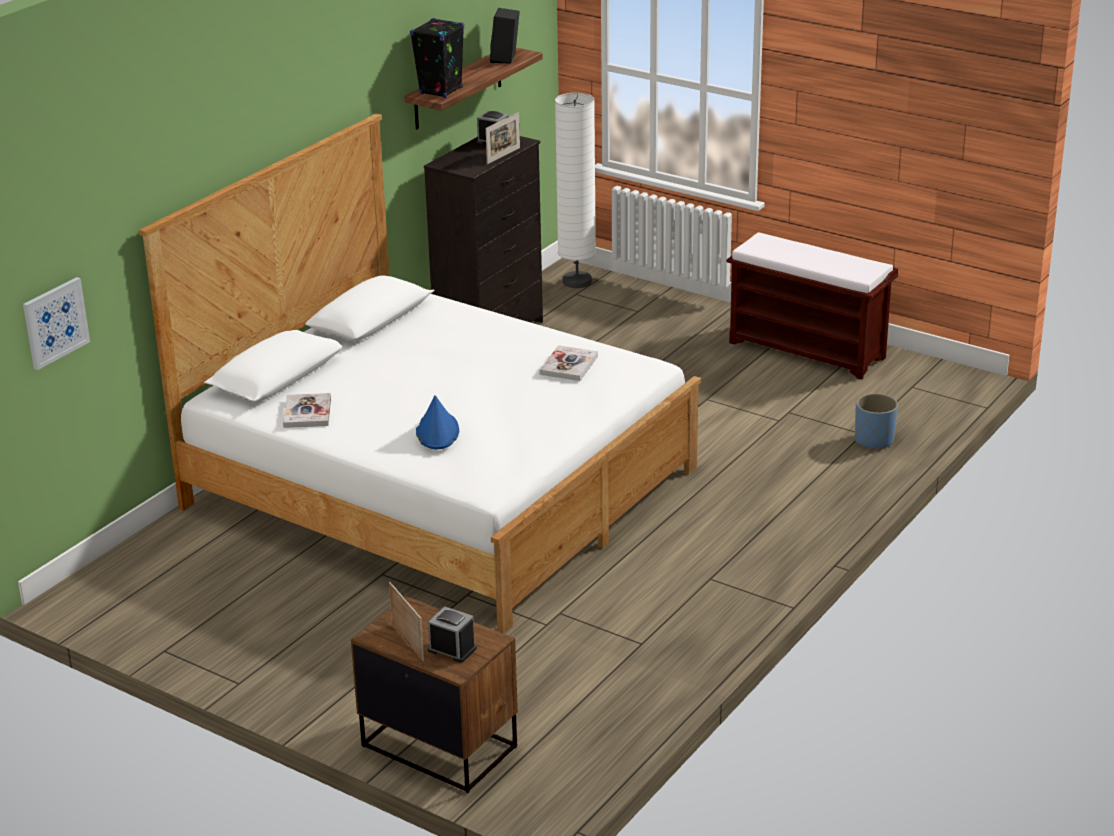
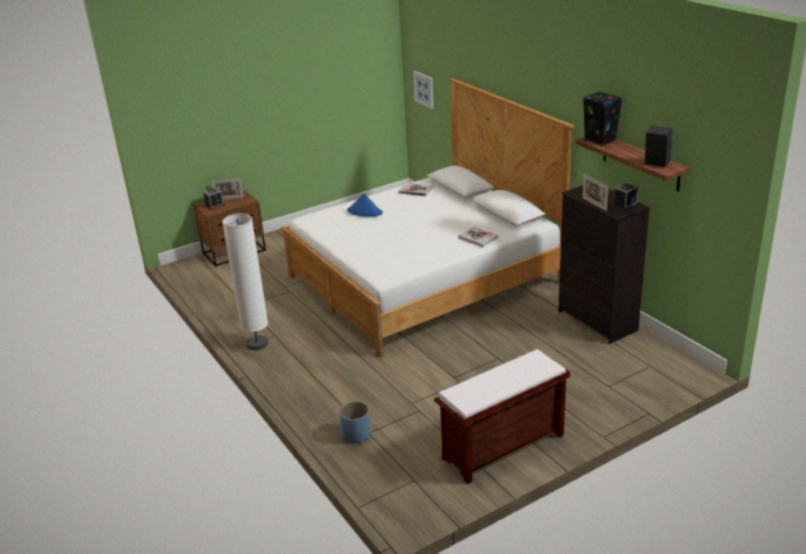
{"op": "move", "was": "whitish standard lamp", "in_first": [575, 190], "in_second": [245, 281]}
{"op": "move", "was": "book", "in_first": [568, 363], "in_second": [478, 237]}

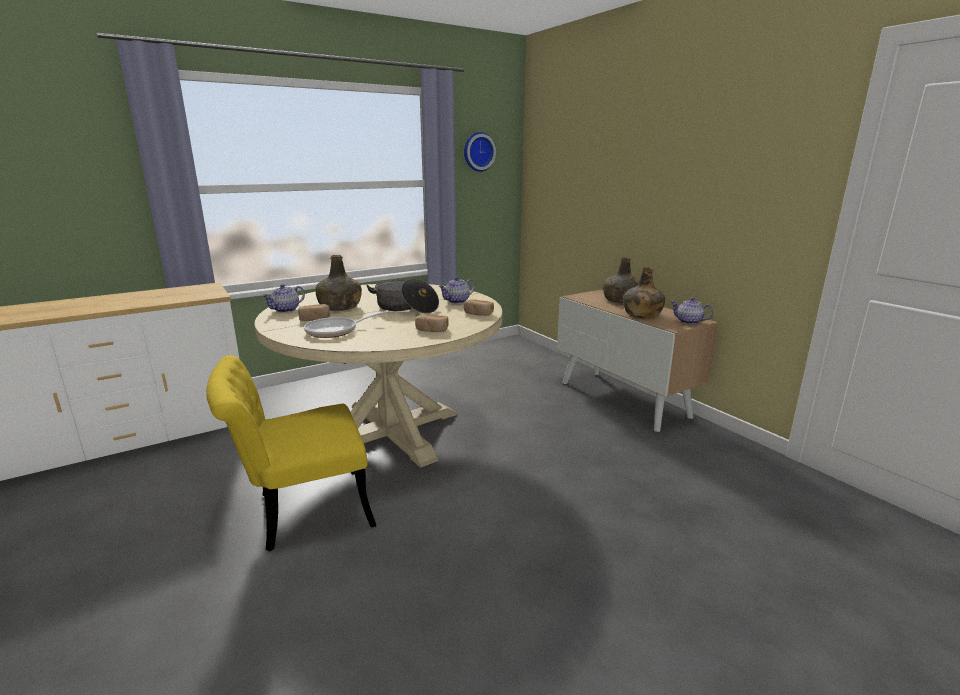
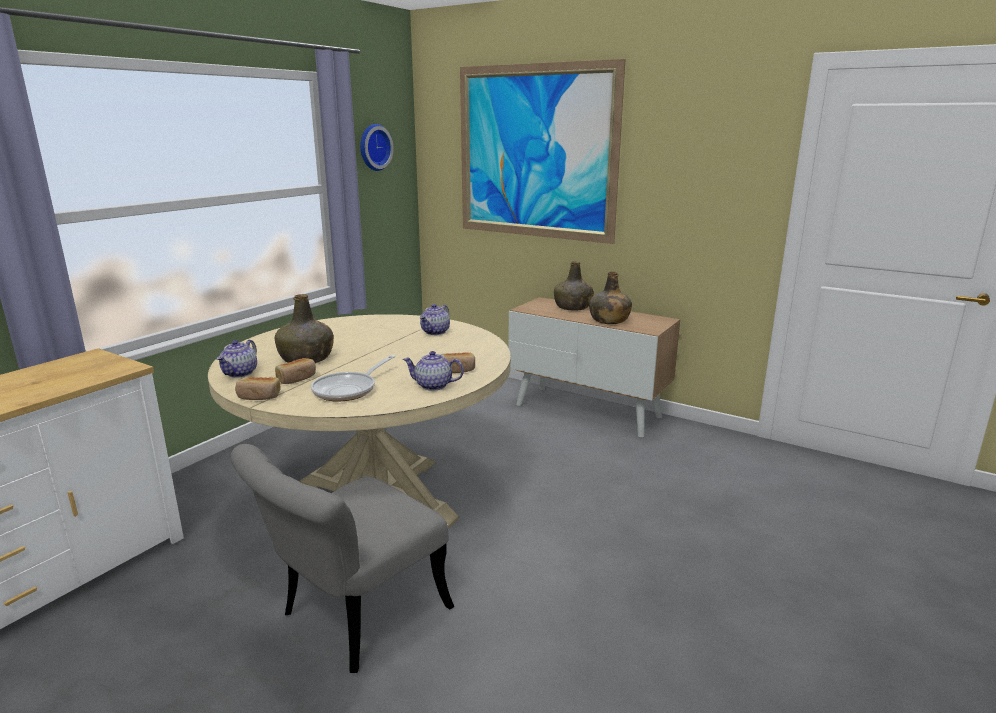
{"op": "recolor", "was": "yellow plain chair", "now": "grey plain chair", "in_first": [291, 453], "in_second": [342, 558]}
{"op": "move", "was": "bread", "in_first": [479, 307], "in_second": [258, 388]}
{"op": "move", "was": "teapot", "in_first": [692, 311], "in_second": [433, 371]}
{"op": "insert", "now": "picture", "in_second": [542, 151]}
{"op": "delete", "was": "stockpot", "in_first": [402, 296]}

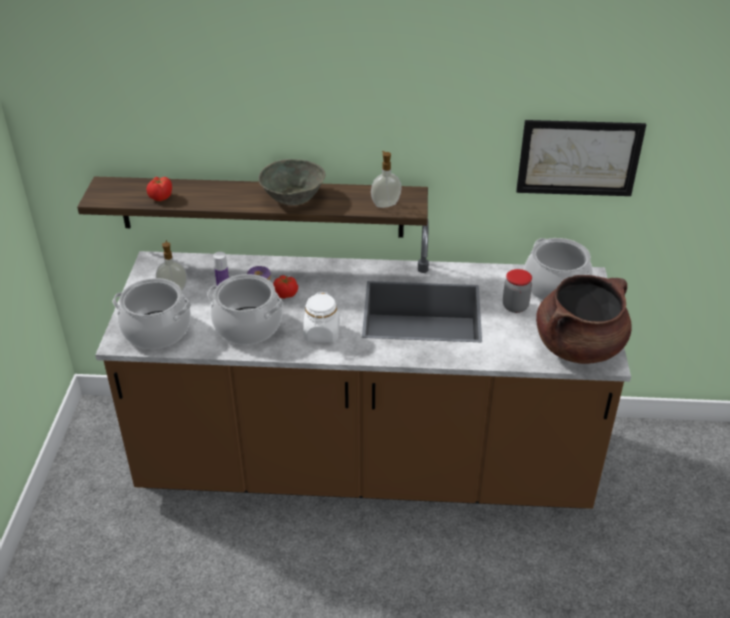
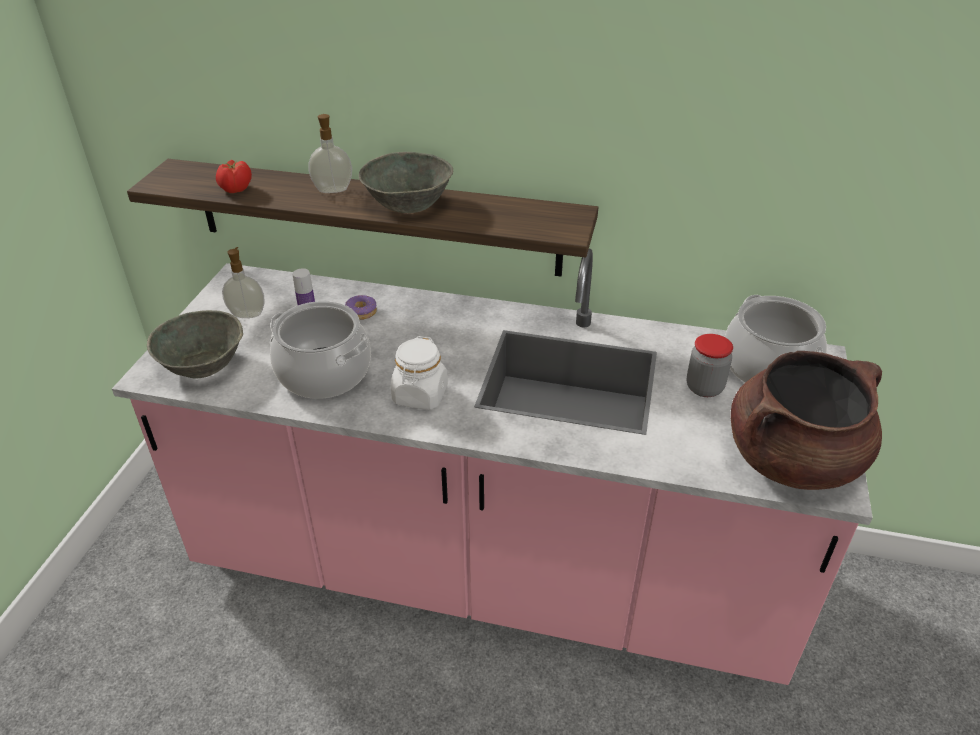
{"op": "recolor", "was": "brownish kitchen counter", "now": "pink kitchen counter", "in_first": [363, 365], "in_second": [492, 466]}
{"op": "replace", "was": "stockpot", "now": "grey serving bowl", "in_first": [152, 313], "in_second": [195, 344]}
{"op": "move", "was": "soap dispenser", "in_first": [386, 179], "in_second": [330, 153]}
{"op": "delete", "was": "tomato", "in_first": [285, 287]}
{"op": "delete", "was": "picture", "in_first": [581, 158]}

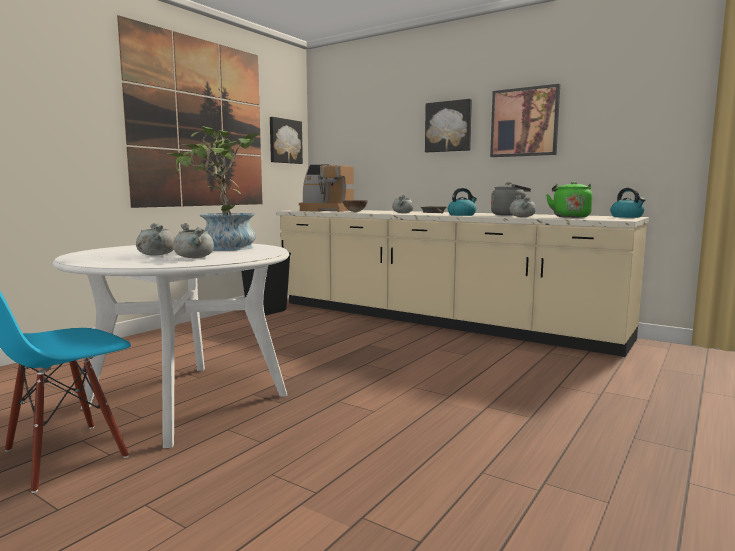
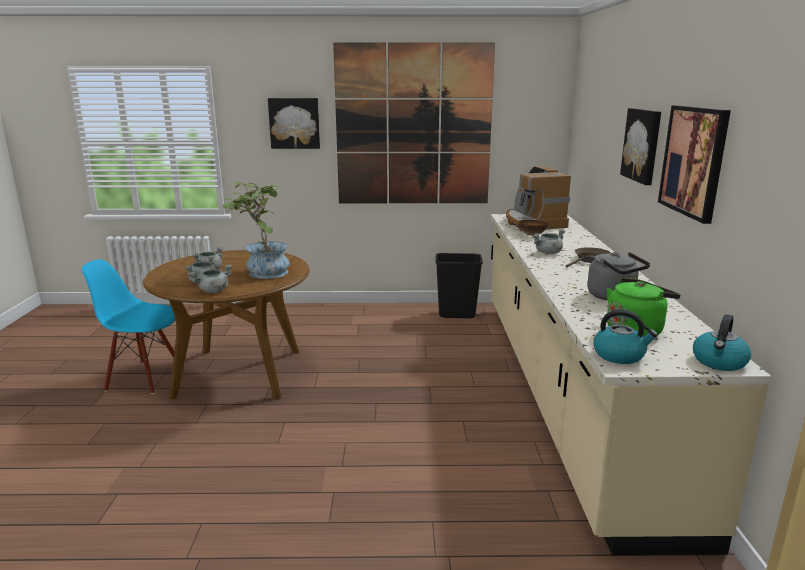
{"op": "recolor", "was": "whitish dinner table", "now": "brownish dinner table", "in_first": [171, 346], "in_second": [226, 325]}
{"op": "move", "was": "grey stockpot", "in_first": [522, 206], "in_second": [210, 279]}
{"op": "move", "was": "picture", "in_first": [286, 140], "in_second": [294, 123]}
{"op": "move", "was": "water kettle", "in_first": [462, 202], "in_second": [625, 336]}

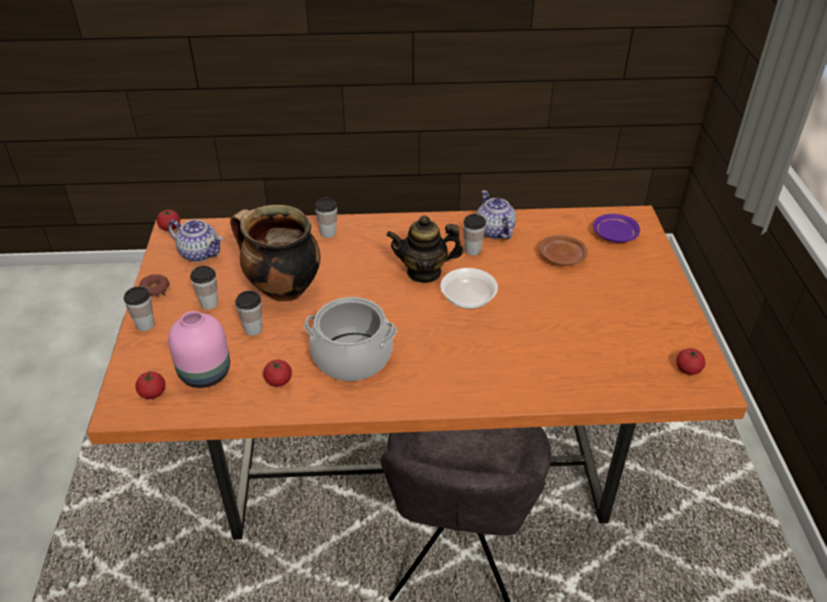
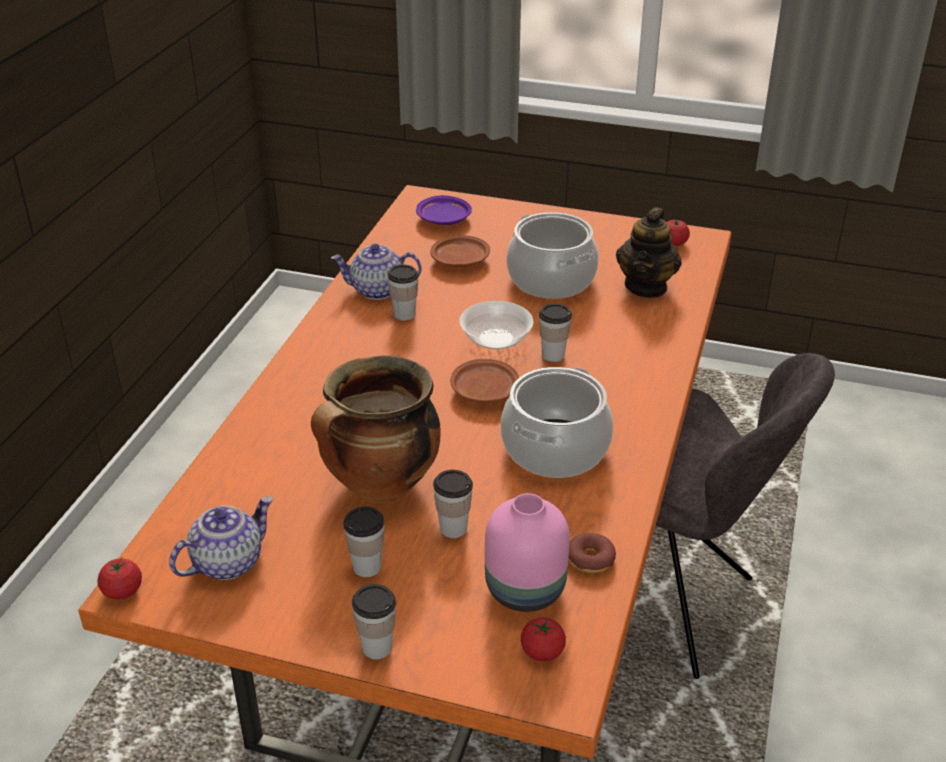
{"op": "insert", "now": "brownish plate", "in_second": [484, 381]}
{"op": "insert", "now": "stockpot", "in_second": [552, 255]}
{"op": "move", "was": "cup", "in_first": [326, 218], "in_second": [555, 333]}
{"op": "move", "was": "donut", "in_first": [154, 285], "in_second": [592, 553]}
{"op": "move", "was": "teapot", "in_first": [424, 249], "in_second": [649, 252]}
{"op": "delete", "was": "tomato", "in_first": [277, 373]}

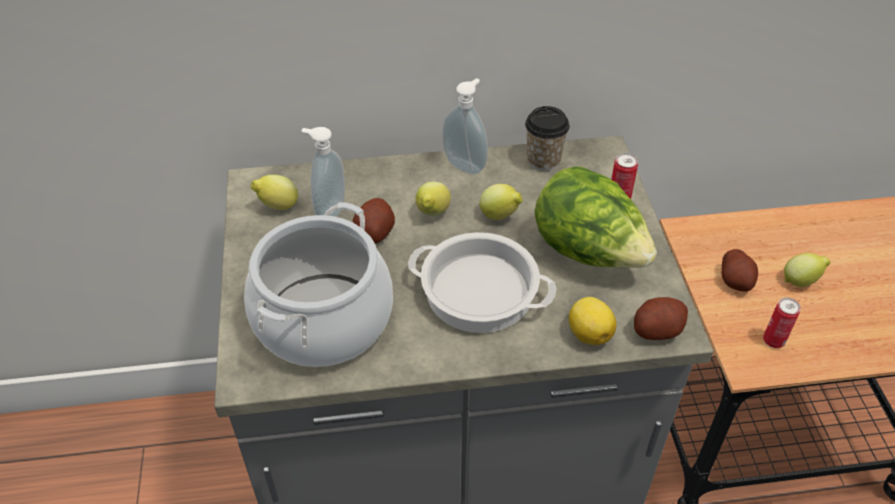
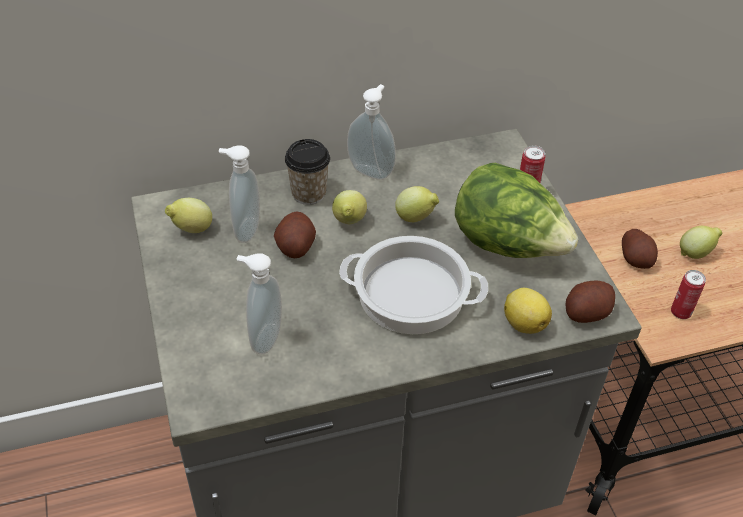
{"op": "replace", "was": "stockpot", "now": "soap dispenser", "in_first": [318, 285], "in_second": [259, 304]}
{"op": "move", "was": "cup", "in_first": [547, 138], "in_second": [307, 172]}

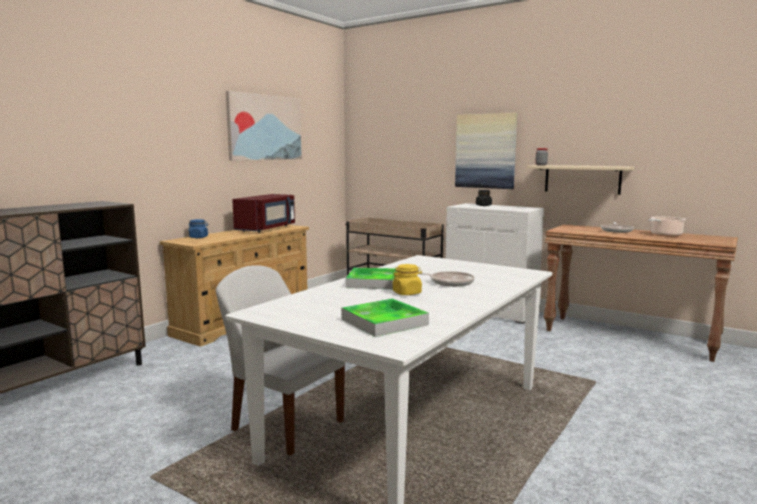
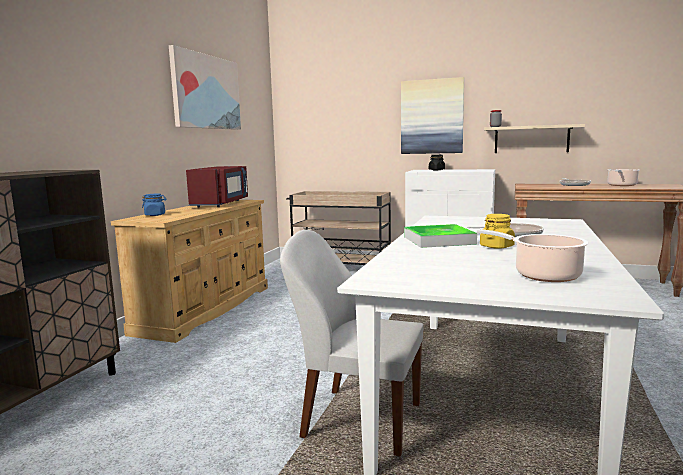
{"op": "replace", "was": "tray", "now": "stockpot", "in_first": [385, 317], "in_second": [533, 255]}

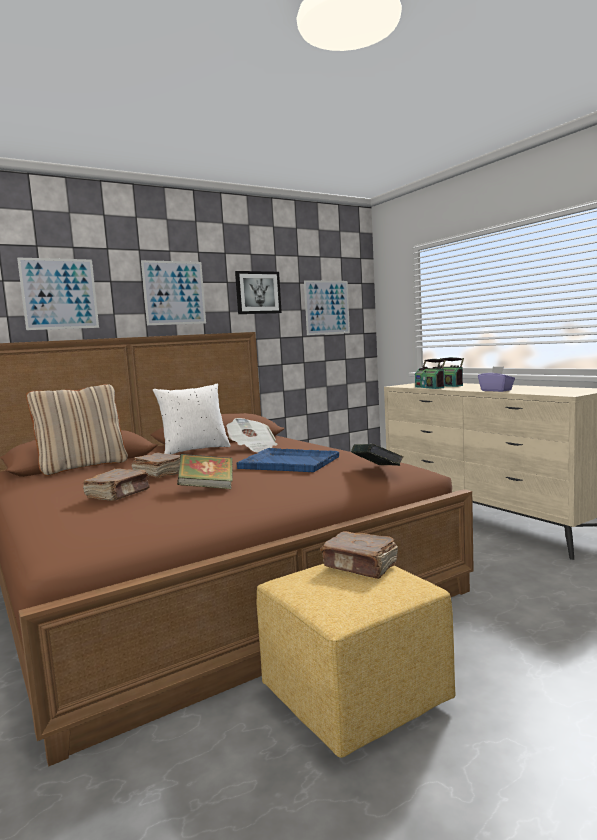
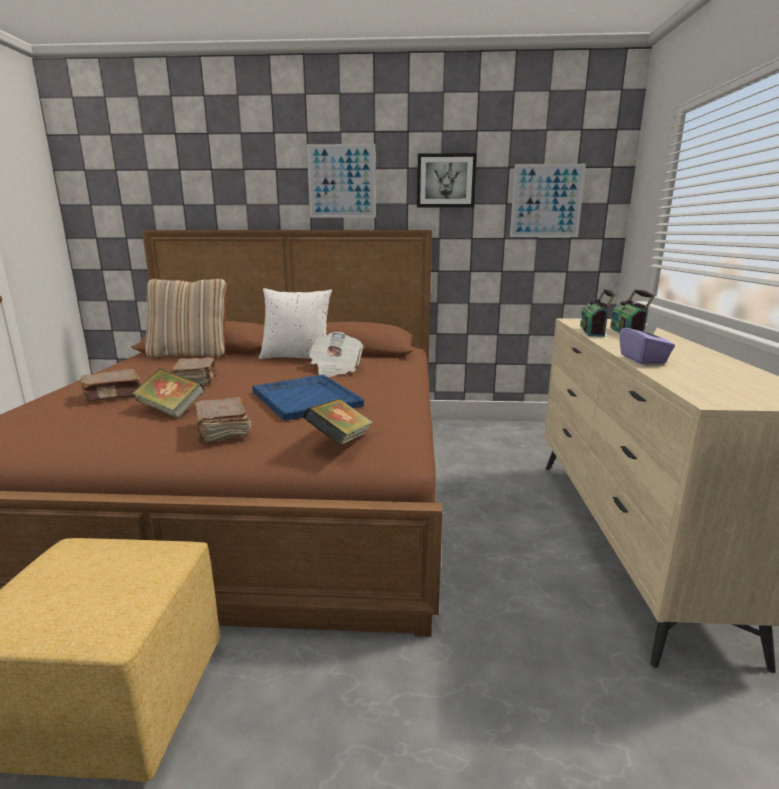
{"op": "move", "was": "brownish book", "in_first": [359, 555], "in_second": [222, 420]}
{"op": "delete", "was": "picture", "in_first": [58, 293]}

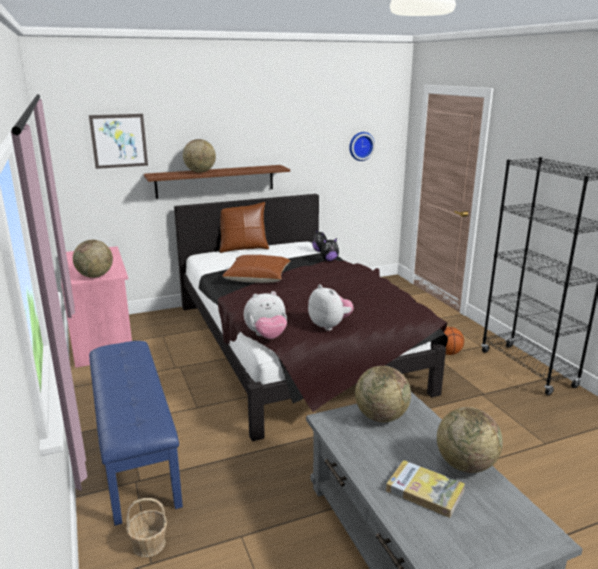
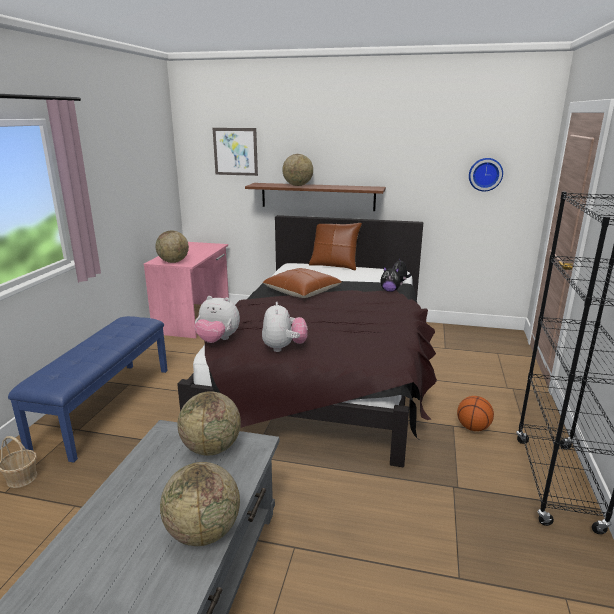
{"op": "delete", "was": "book", "in_first": [425, 489]}

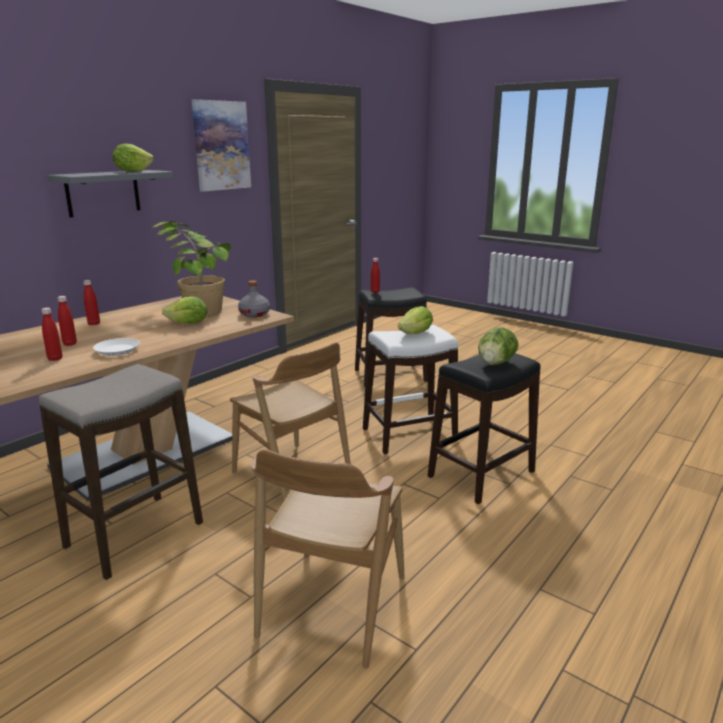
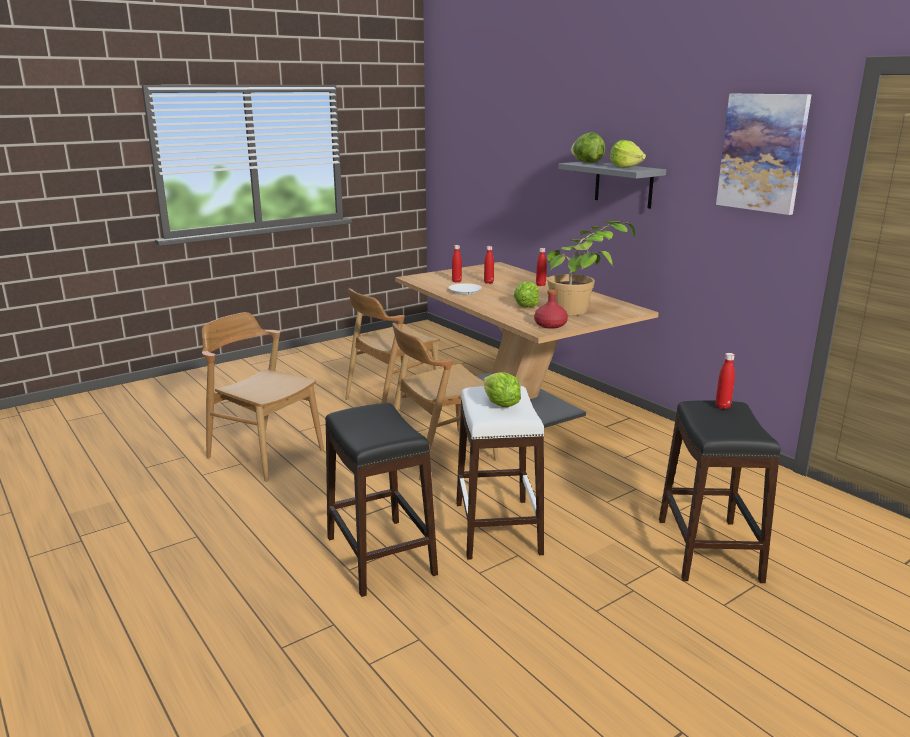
{"op": "replace", "was": "stool", "now": "brownish plain chair", "in_first": [121, 472], "in_second": [392, 345]}
{"op": "recolor", "was": "grey beverage bottle", "now": "red beverage bottle", "in_first": [254, 298], "in_second": [551, 309]}
{"op": "move", "was": "head of lettuce", "in_first": [498, 346], "in_second": [588, 147]}

